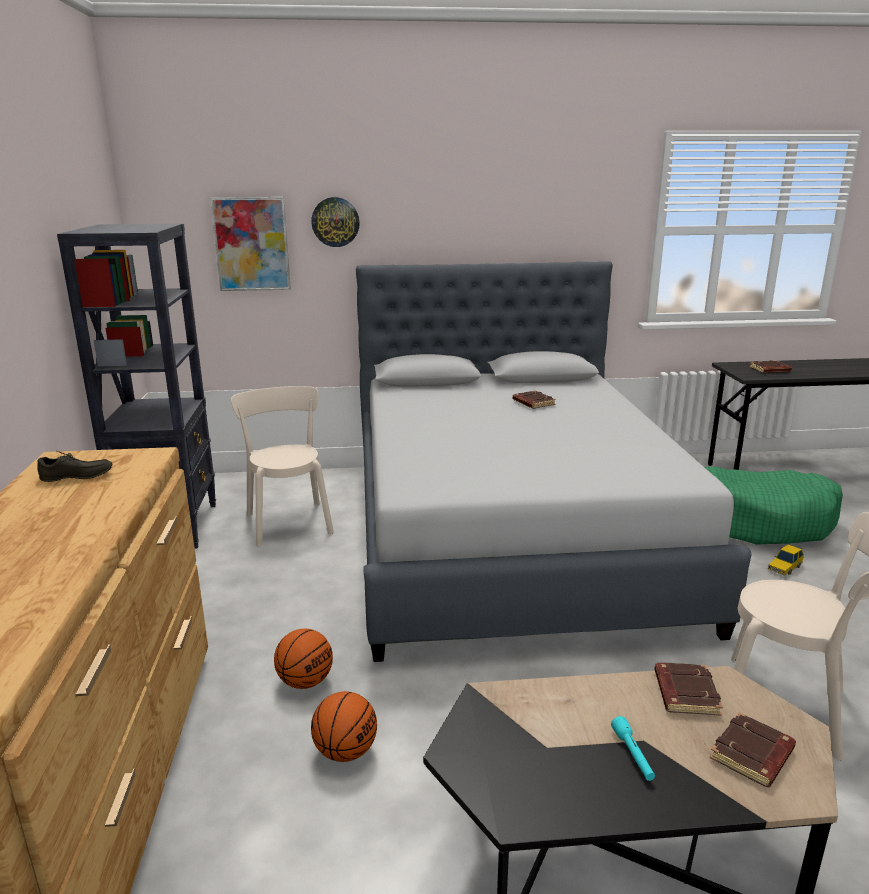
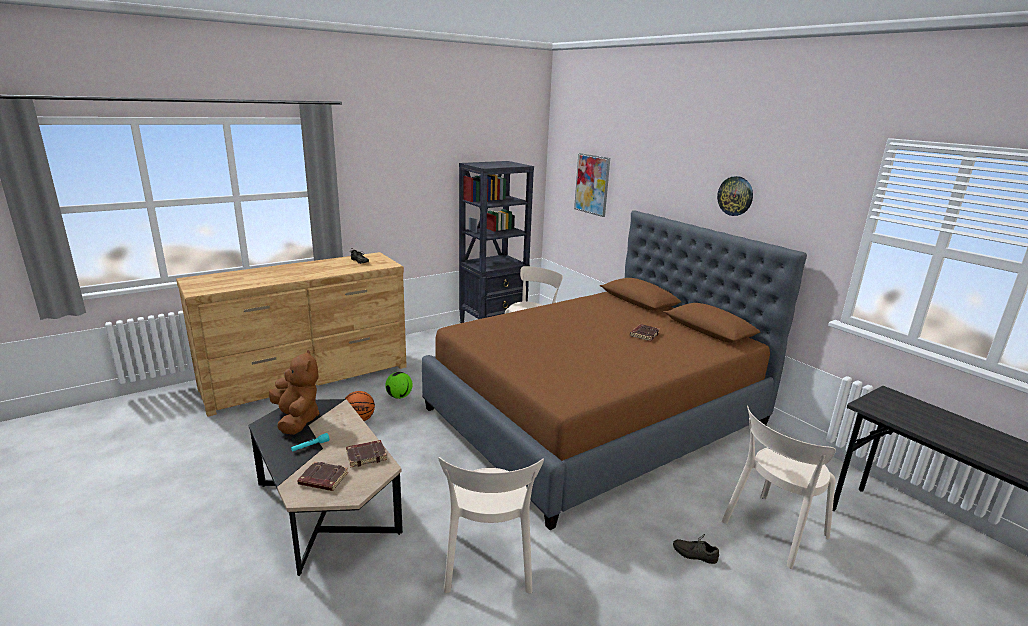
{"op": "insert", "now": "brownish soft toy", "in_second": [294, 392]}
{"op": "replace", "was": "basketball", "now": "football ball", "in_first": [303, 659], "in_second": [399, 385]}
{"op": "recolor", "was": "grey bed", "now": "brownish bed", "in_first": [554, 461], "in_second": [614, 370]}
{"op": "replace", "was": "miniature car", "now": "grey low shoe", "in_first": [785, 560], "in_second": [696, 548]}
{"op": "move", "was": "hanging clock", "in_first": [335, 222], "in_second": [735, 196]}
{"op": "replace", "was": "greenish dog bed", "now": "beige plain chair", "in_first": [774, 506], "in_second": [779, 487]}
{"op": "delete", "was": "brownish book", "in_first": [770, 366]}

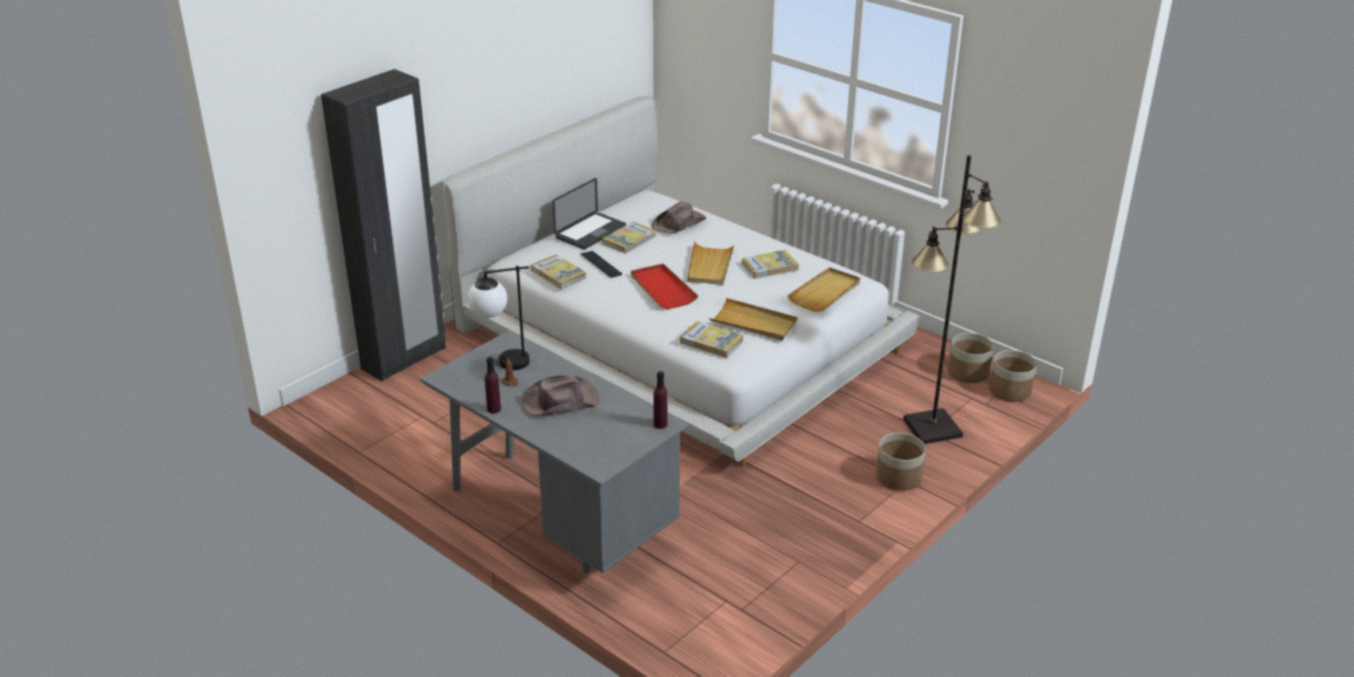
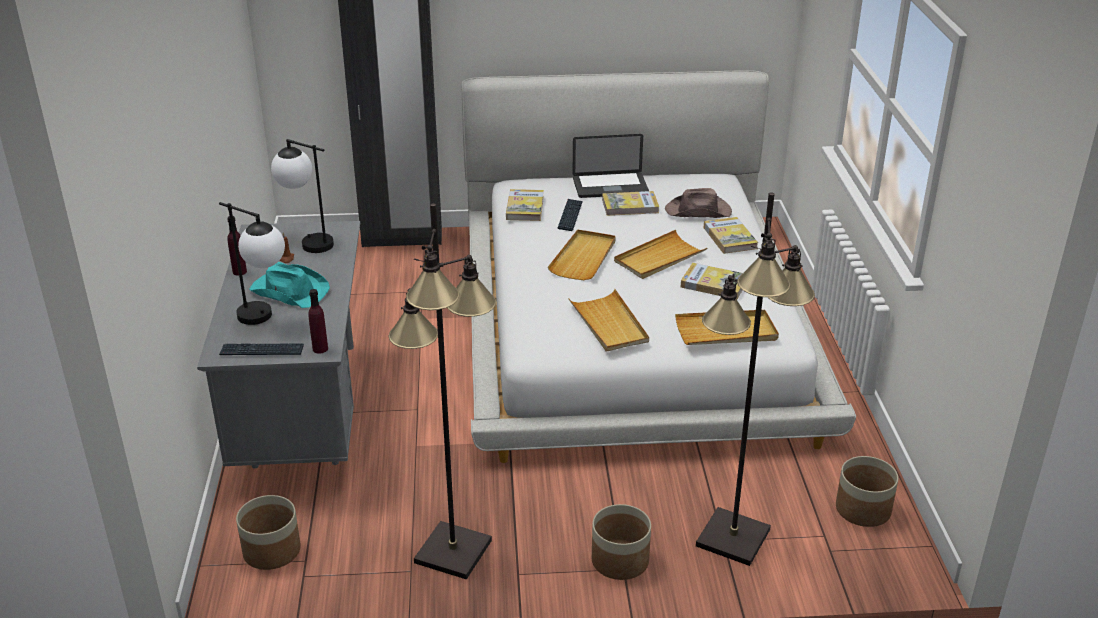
{"op": "insert", "now": "tabletop lamp", "in_second": [252, 263]}
{"op": "insert", "now": "PC keyboard", "in_second": [261, 349]}
{"op": "move", "was": "plant pot", "in_first": [1013, 376], "in_second": [268, 532]}
{"op": "recolor", "was": "brownish hat", "now": "blue-green hat", "in_first": [560, 395], "in_second": [289, 285]}
{"op": "insert", "now": "blackish standard lamp", "in_second": [442, 391]}
{"op": "recolor", "was": "red tray", "now": "beige tray", "in_first": [664, 286], "in_second": [582, 255]}
{"op": "move", "was": "book", "in_first": [712, 339], "in_second": [731, 235]}

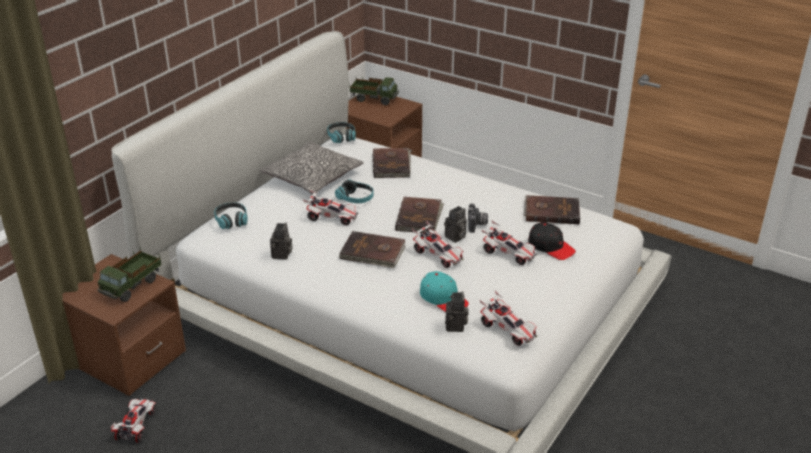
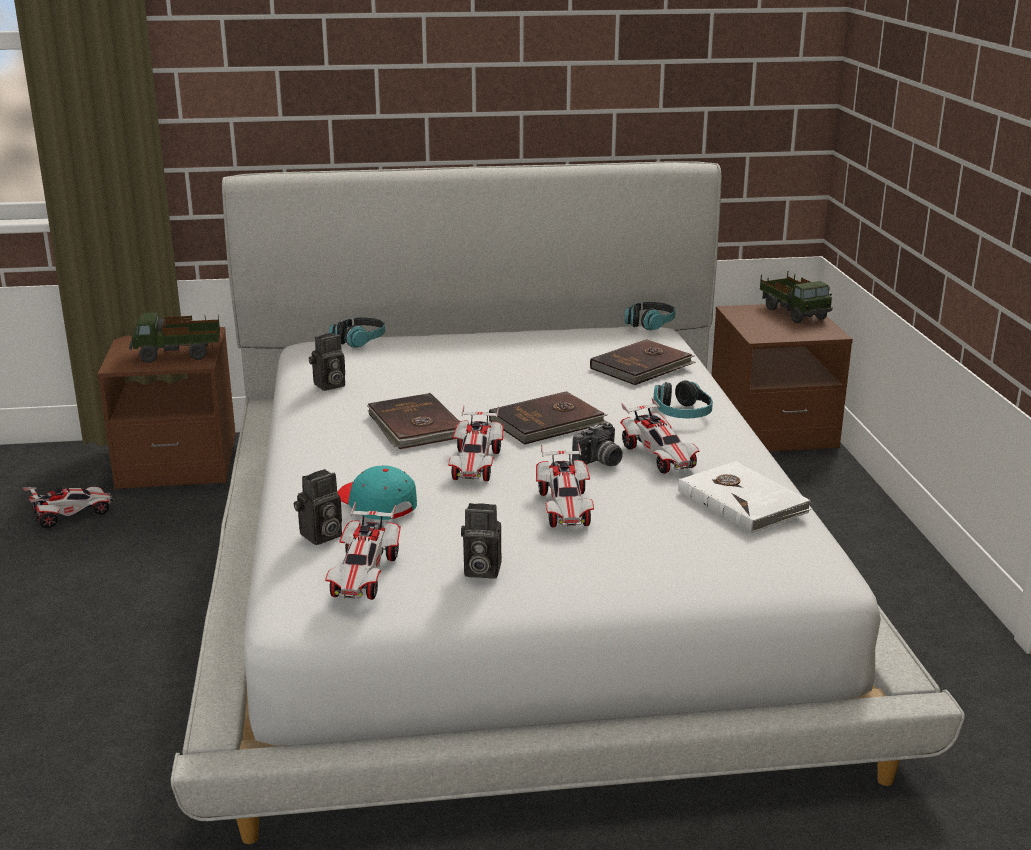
{"op": "rotate", "was": "blue-green peaked cap", "in_first": [444, 291], "in_second": [377, 492], "clockwise": 135}
{"op": "move", "was": "photo camera", "in_first": [455, 224], "in_second": [481, 541]}
{"op": "move", "was": "miniature car", "in_first": [331, 207], "in_second": [660, 436]}
{"op": "move", "was": "headset", "in_first": [354, 191], "in_second": [683, 400]}
{"op": "recolor", "was": "brownish book", "now": "whitish book", "in_first": [552, 209], "in_second": [744, 497]}
{"op": "delete", "was": "pillow", "in_first": [311, 167]}
{"op": "delete", "was": "blackish peaked cap", "in_first": [552, 241]}

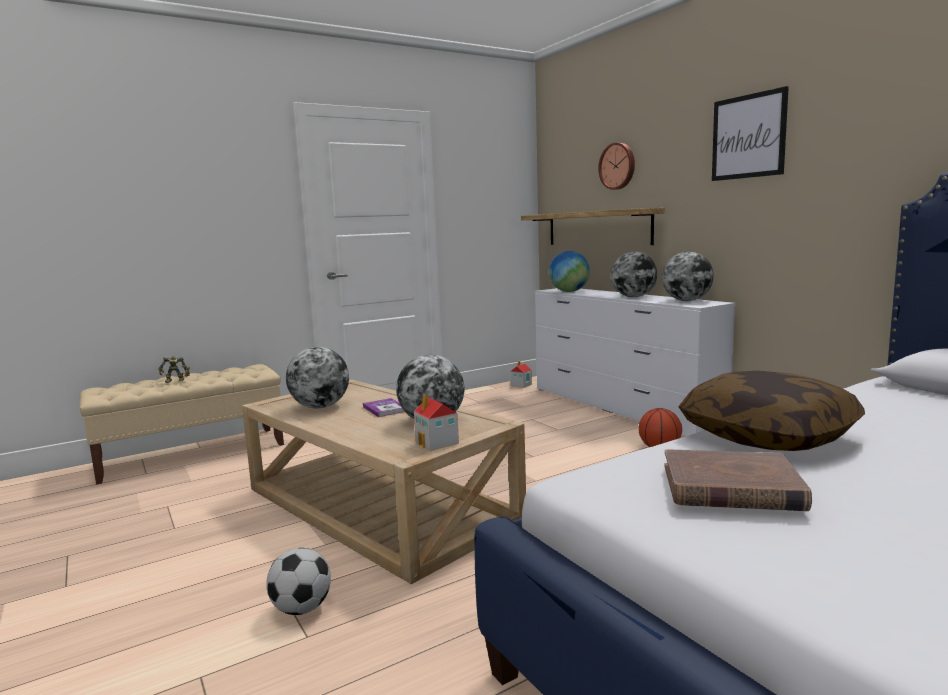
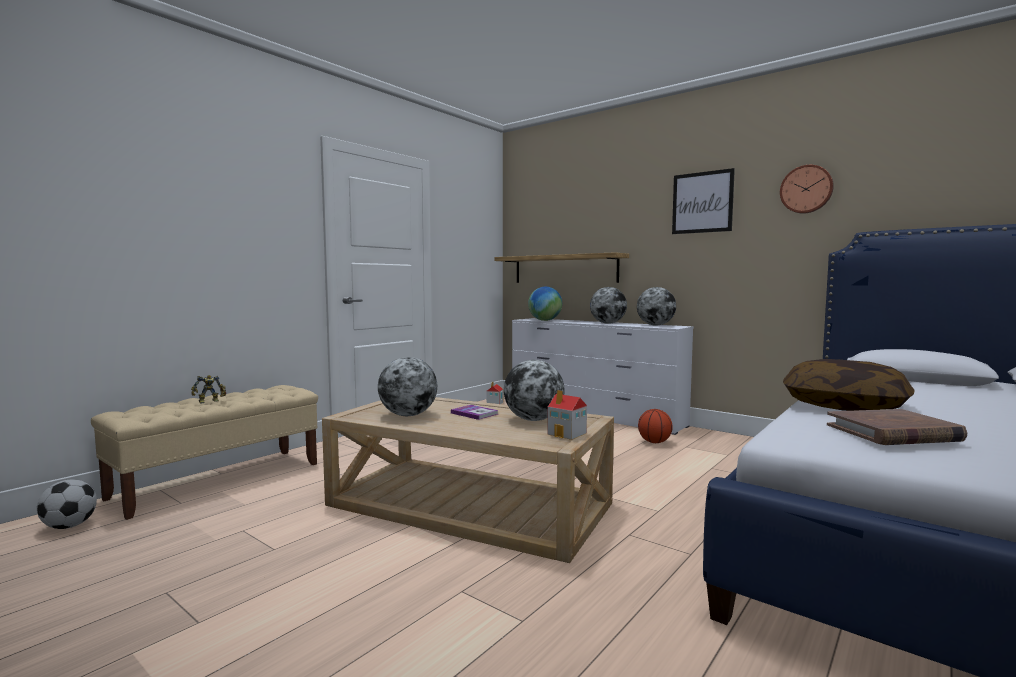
{"op": "move", "was": "football ball", "in_first": [298, 581], "in_second": [67, 504]}
{"op": "move", "was": "hanging clock", "in_first": [616, 166], "in_second": [807, 189]}

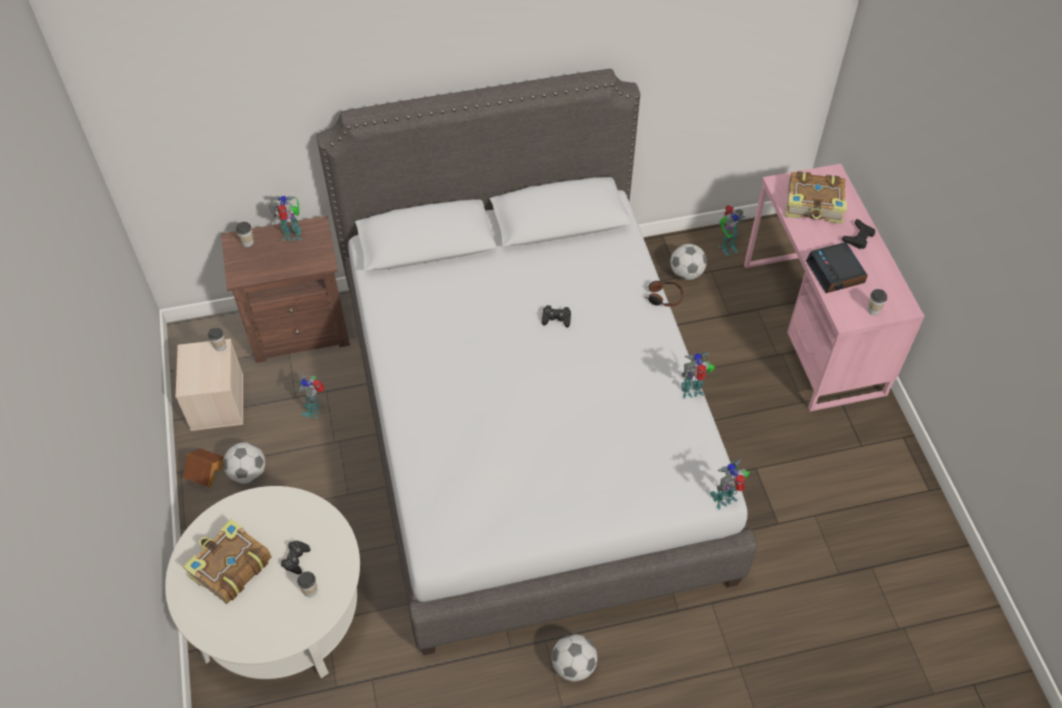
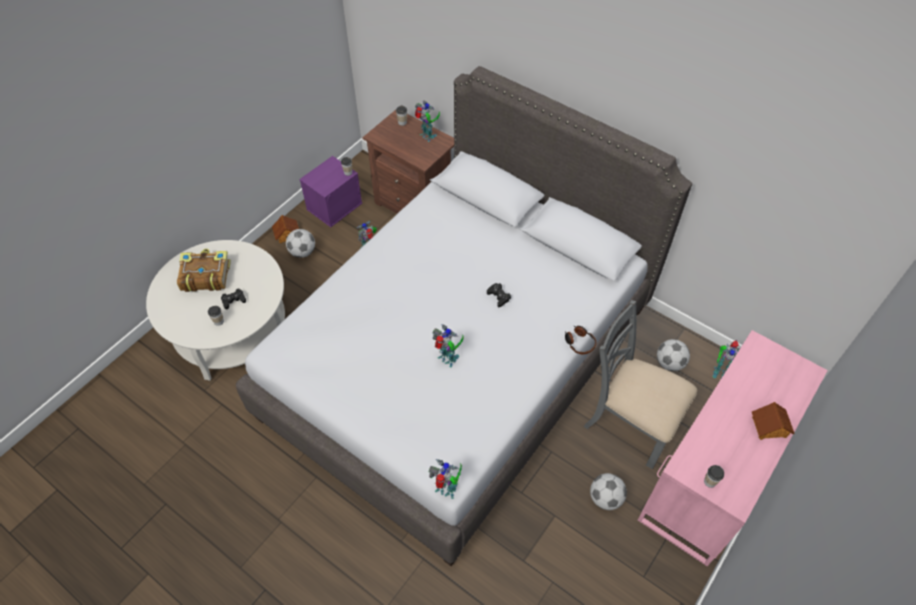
{"op": "recolor", "was": "beige storage box", "now": "purple storage box", "in_first": [209, 385], "in_second": [330, 191]}
{"op": "move", "was": "toy robot", "in_first": [698, 375], "in_second": [448, 346]}
{"op": "insert", "now": "grey plain chair", "in_second": [640, 384]}
{"op": "move", "was": "football ball", "in_first": [574, 657], "in_second": [608, 491]}
{"op": "replace", "was": "blackish game controller", "now": "toy house", "in_first": [858, 234], "in_second": [773, 421]}
{"op": "delete", "was": "book", "in_first": [816, 197]}
{"op": "delete", "was": "bedside clock", "in_first": [837, 267]}

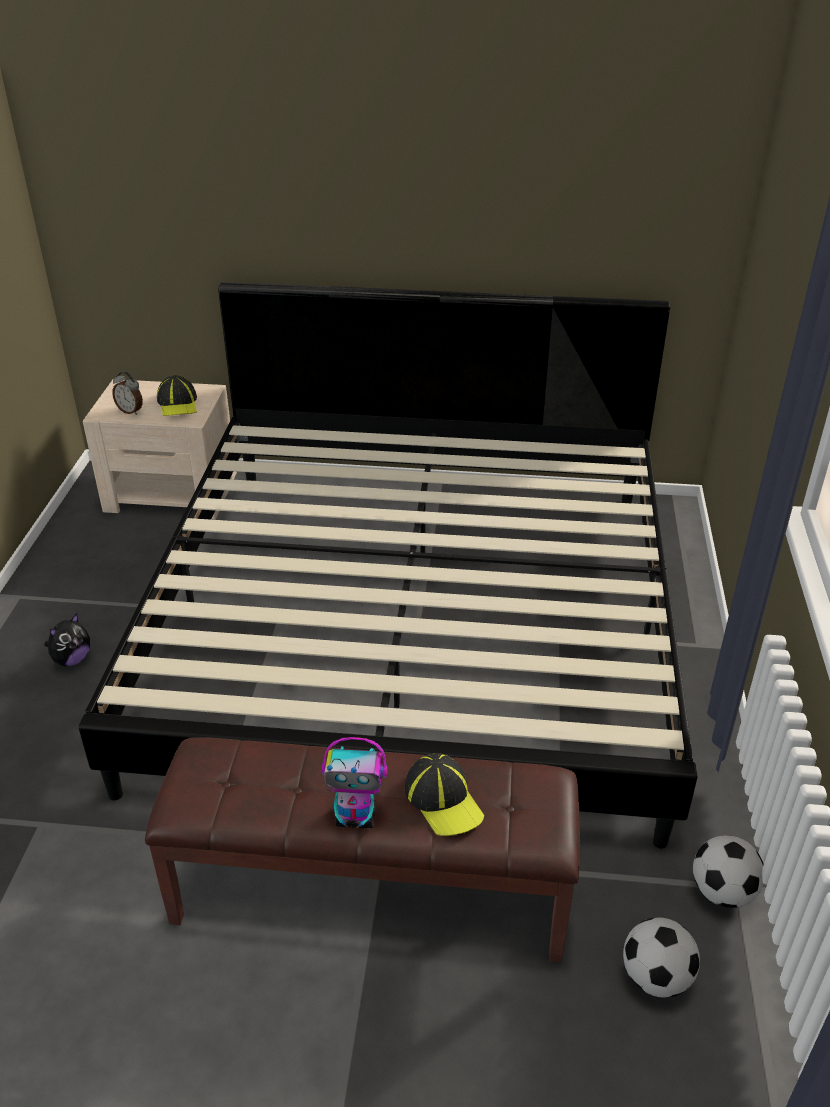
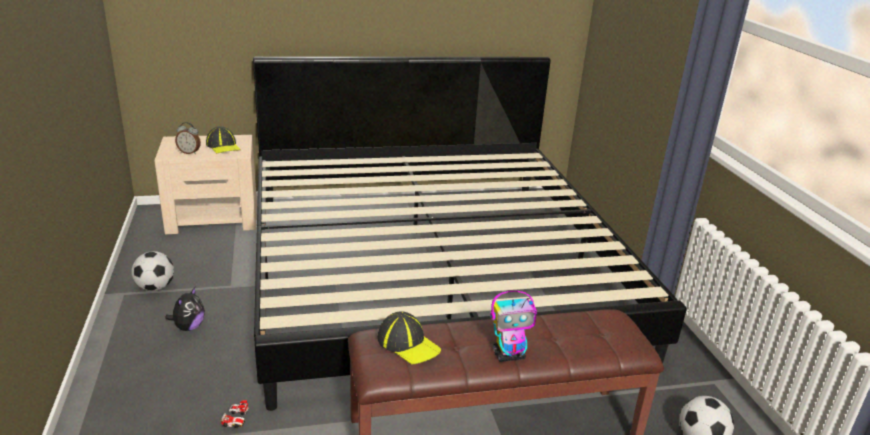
{"op": "move", "was": "football ball", "in_first": [728, 871], "in_second": [152, 271]}
{"op": "insert", "now": "miniature car", "in_second": [235, 414]}
{"op": "move", "was": "peaked cap", "in_first": [444, 794], "in_second": [409, 338]}

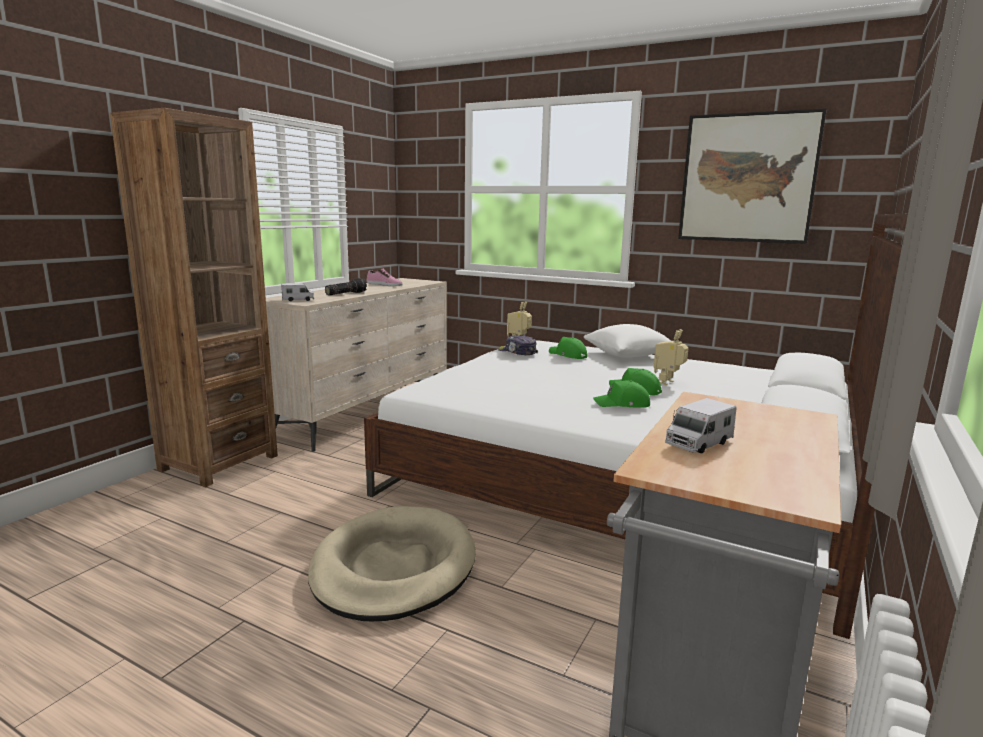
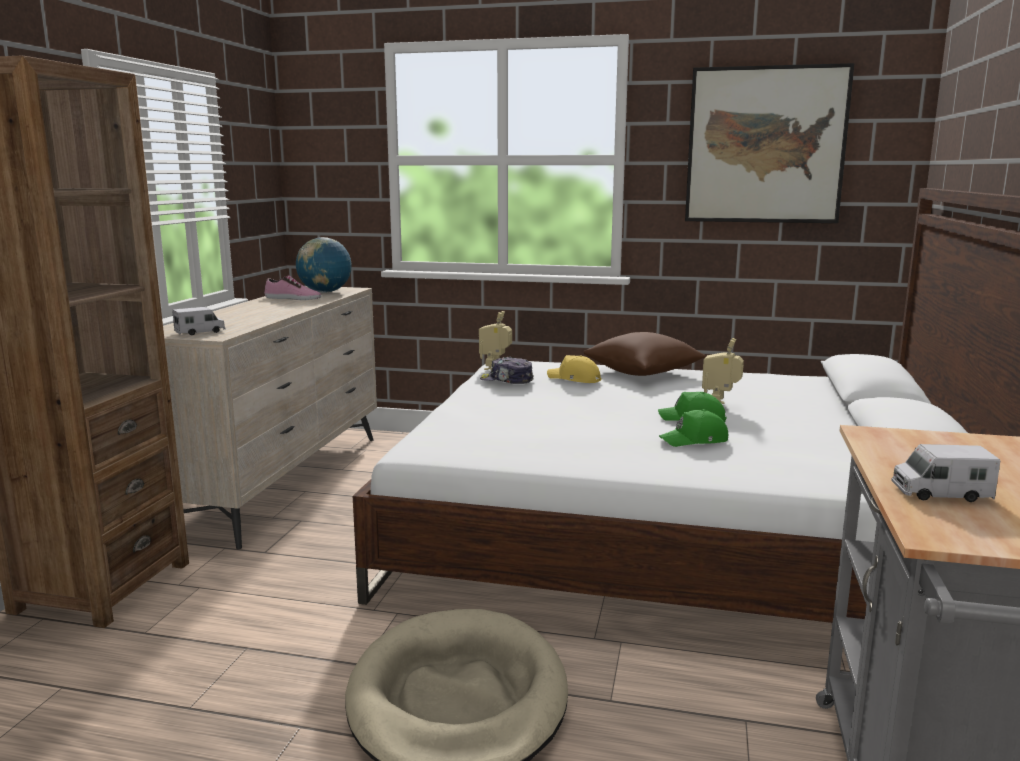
{"op": "insert", "now": "desk globe", "in_second": [324, 265]}
{"op": "recolor", "was": "greenish peaked cap", "now": "yellow peaked cap", "in_first": [568, 348], "in_second": [574, 369]}
{"op": "recolor", "was": "whitish pillow", "now": "brownish pillow", "in_first": [627, 341], "in_second": [645, 354]}
{"op": "rotate", "was": "toy truck", "in_first": [701, 425], "in_second": [946, 473], "clockwise": 60}
{"op": "delete", "was": "flashlight", "in_first": [346, 286]}

